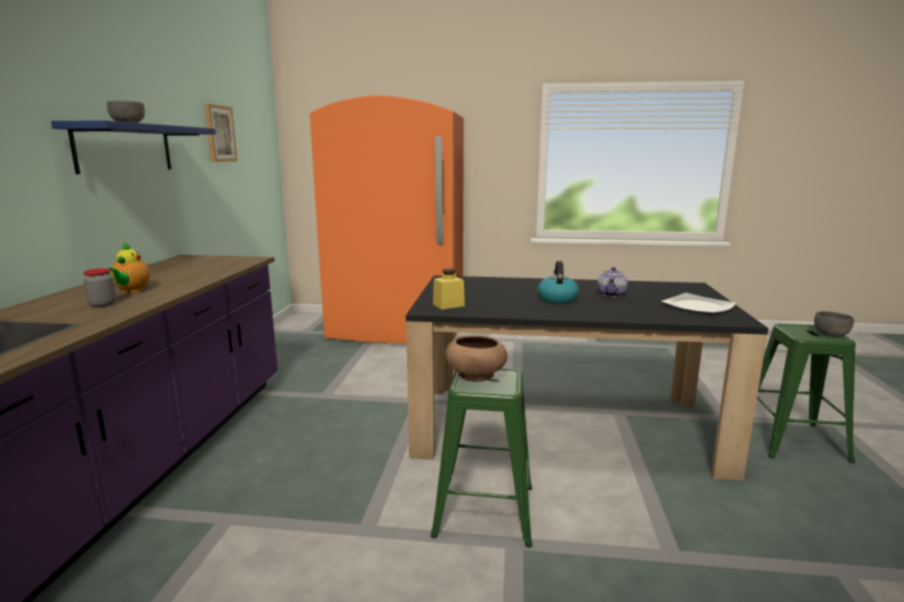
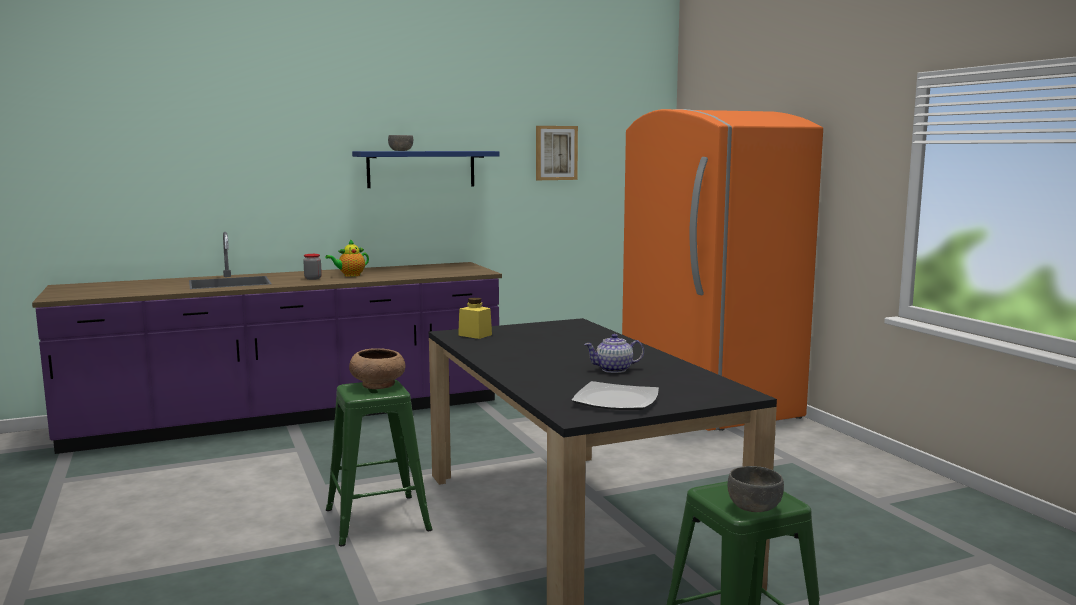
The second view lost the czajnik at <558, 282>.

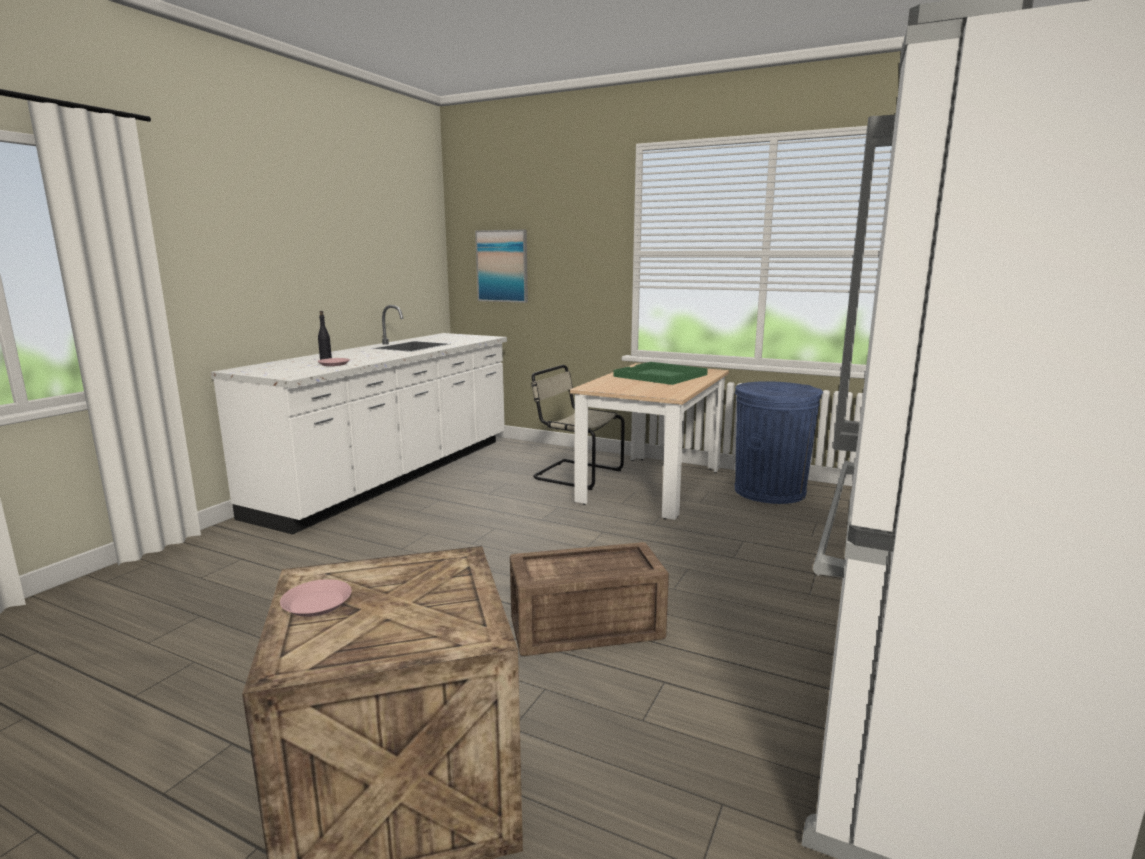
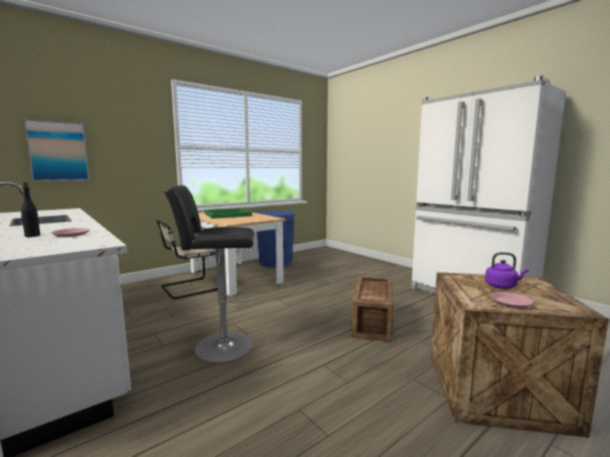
The second view gained the stołek [czarny] at <209, 274>.
The second view gained the czajnik [fioletowy] at <506, 270>.

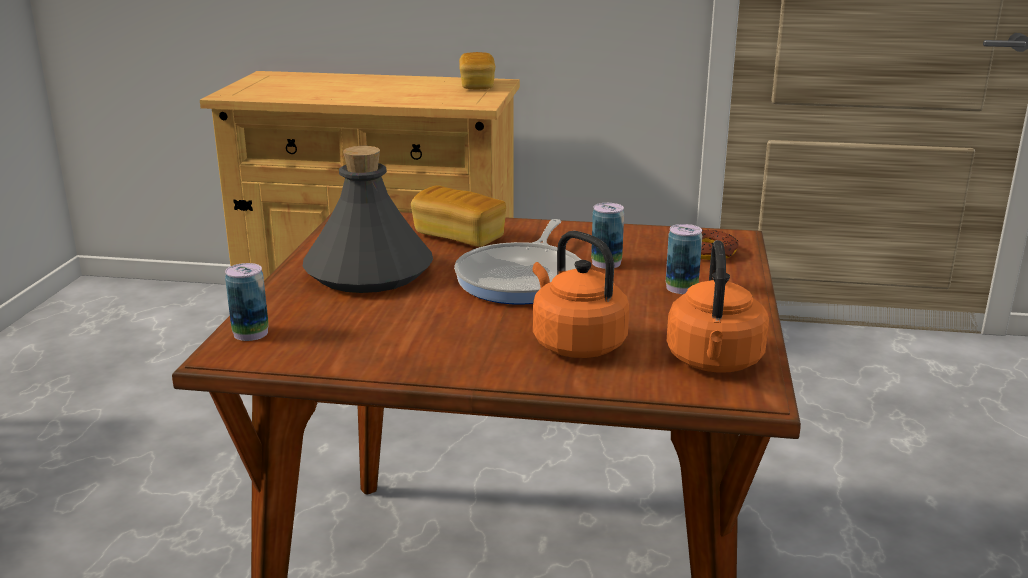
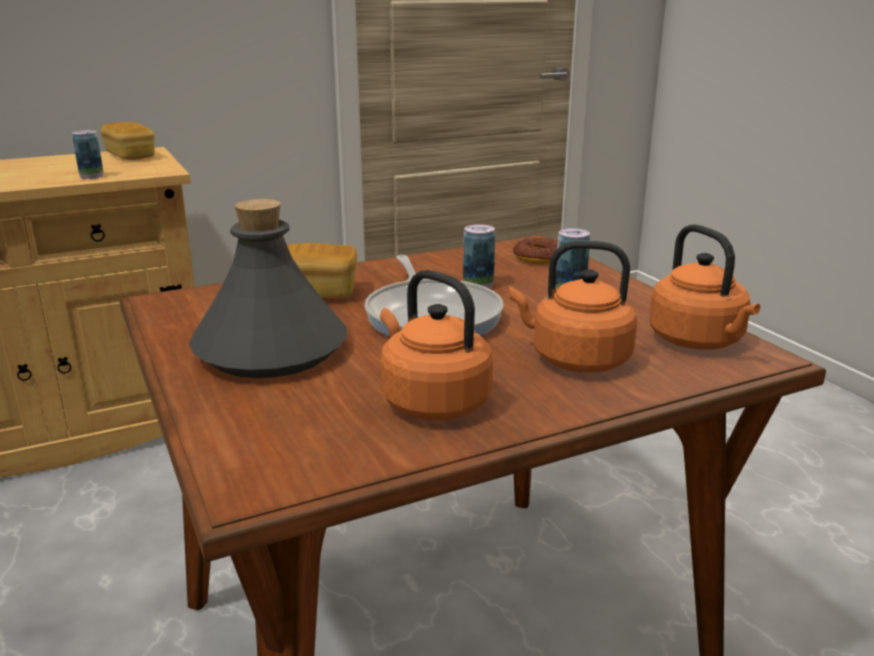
The puszka ended up elsewhere, having gone from <247, 302> to <87, 154>.
The second view gained the czajnik [pomarańczowy] at <436, 345>.

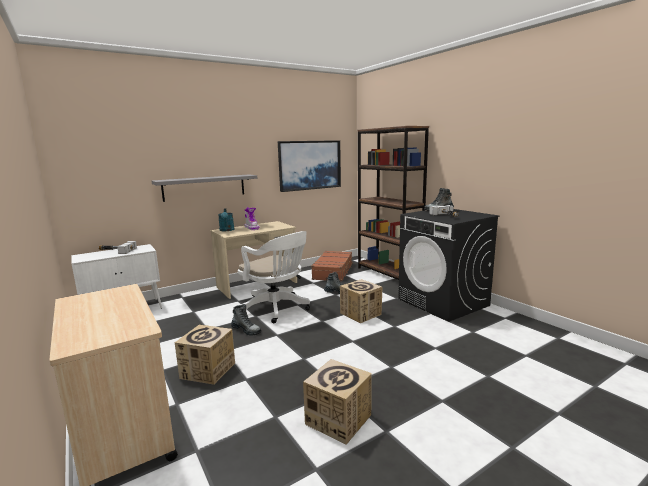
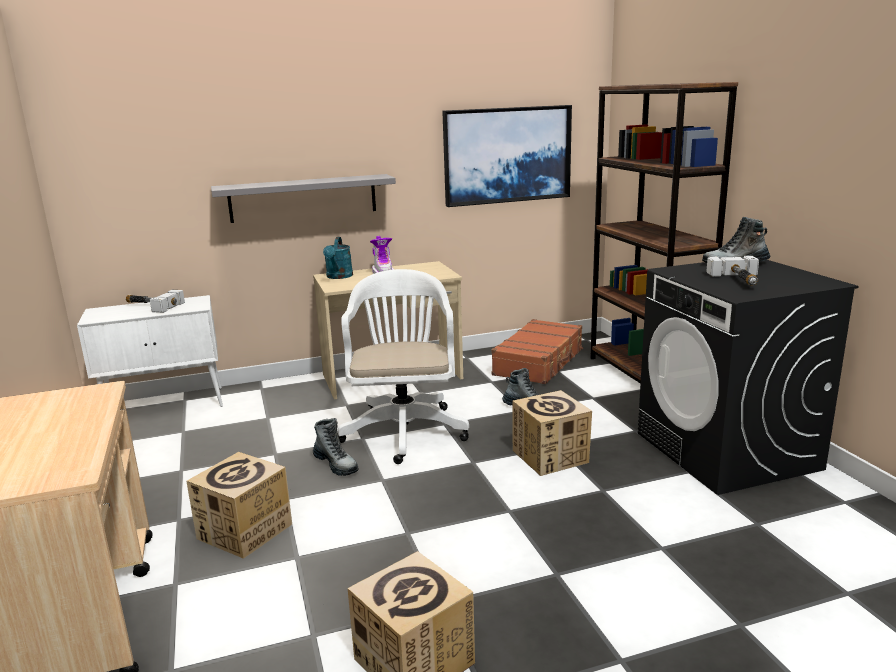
The krzesło biurowe [biały] at <274, 277> ended up facing another way, 150 degrees counterclockwise from before.

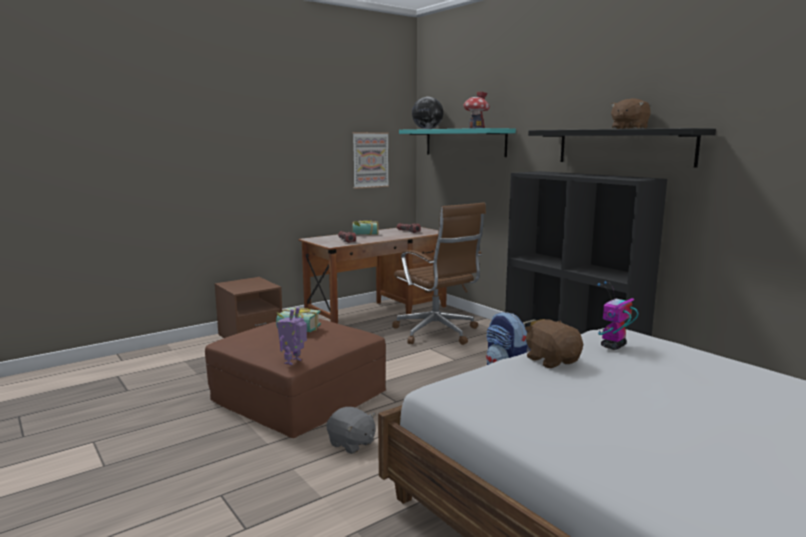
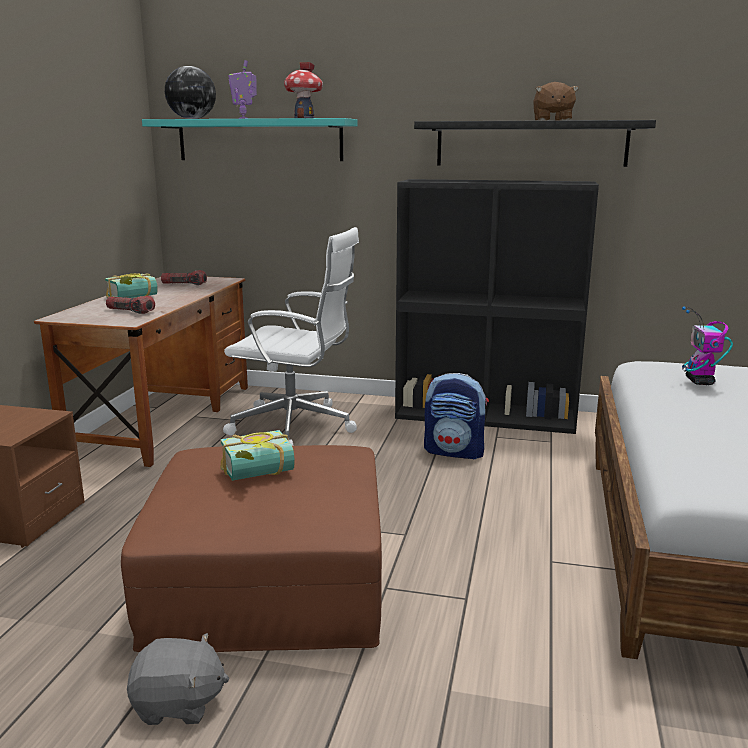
The pluszak [szary] ended up elsewhere, having gone from <350, 430> to <178, 679>.
What was the krzesło biurowe [brązowy] at <439, 274> turned into the krzesło biurowe [biały] at <291, 336>.
The robot zabawkowy ended up elsewhere, having gone from <292, 336> to <242, 89>.
The second view lost the obraz at <371, 160>.
The second view lost the pluszak [brązowy] at <554, 343>.

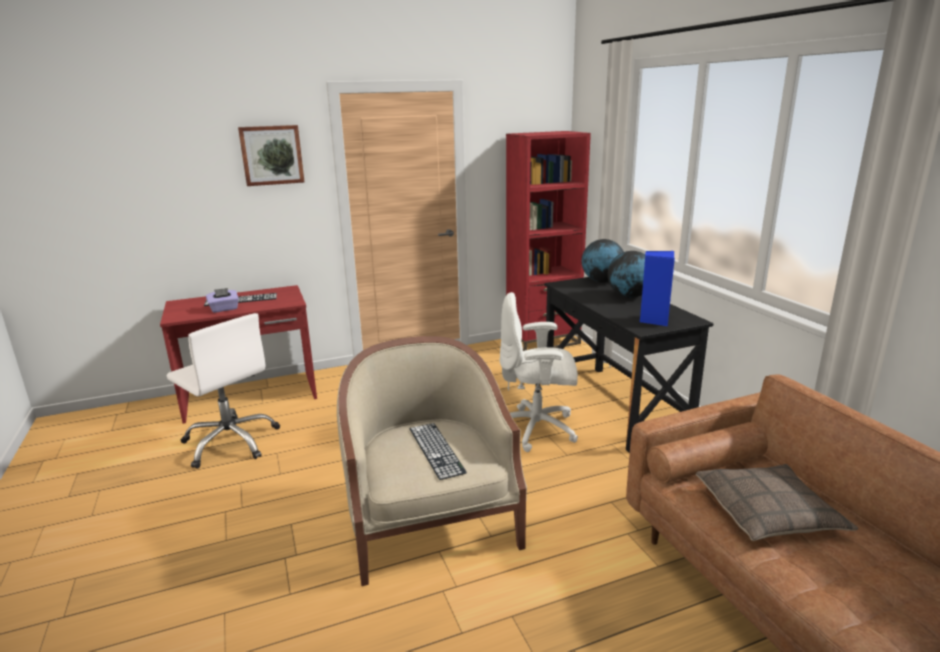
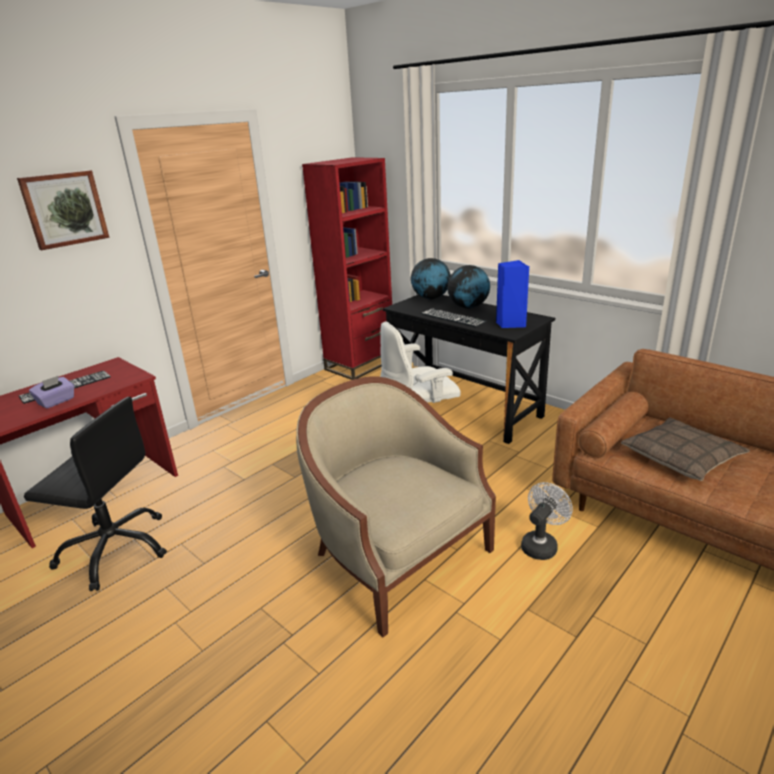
What was the krzesło biurowe [biały] at <223, 391> turned into the krzesło biurowe [czarny] at <95, 494>.
The klawiatura ended up elsewhere, having gone from <438, 451> to <454, 317>.
The second view gained the wentylator [biały] at <547, 521>.

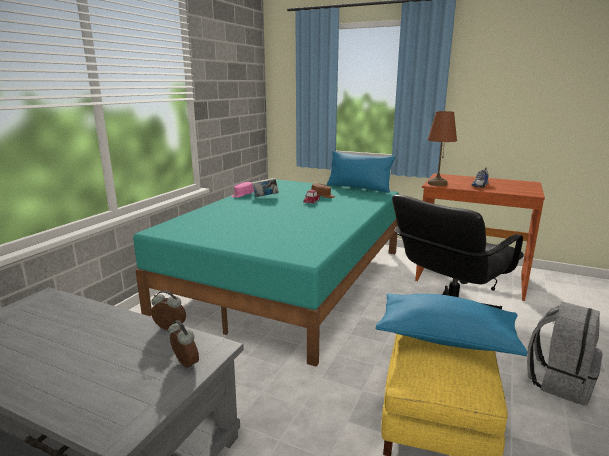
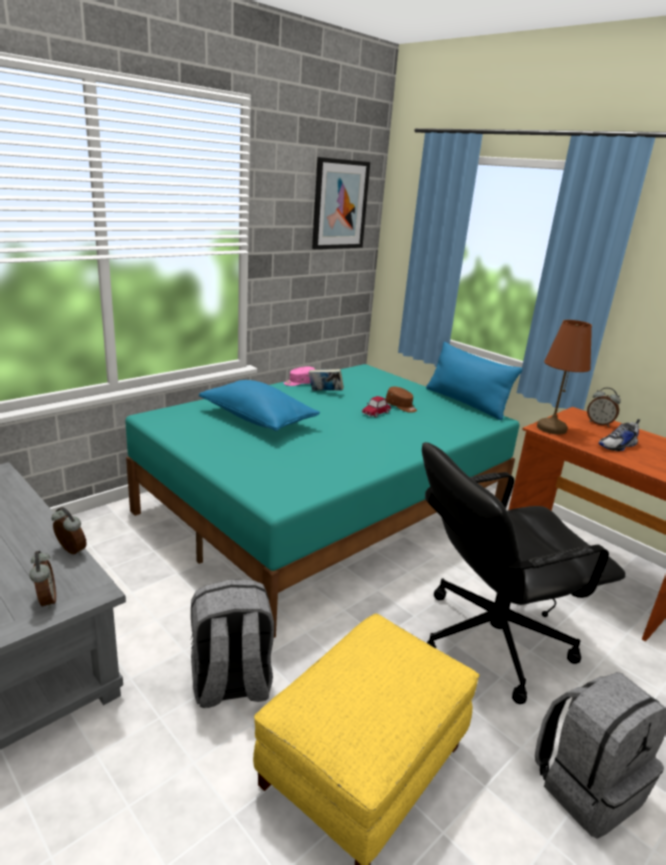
The second view gained the plecak [szary] at <232, 644>.
The poduszka [niebieski] ended up elsewhere, having gone from <451, 325> to <259, 405>.
The second view gained the obraz at <341, 203>.
The second view gained the budzik at <604, 407>.

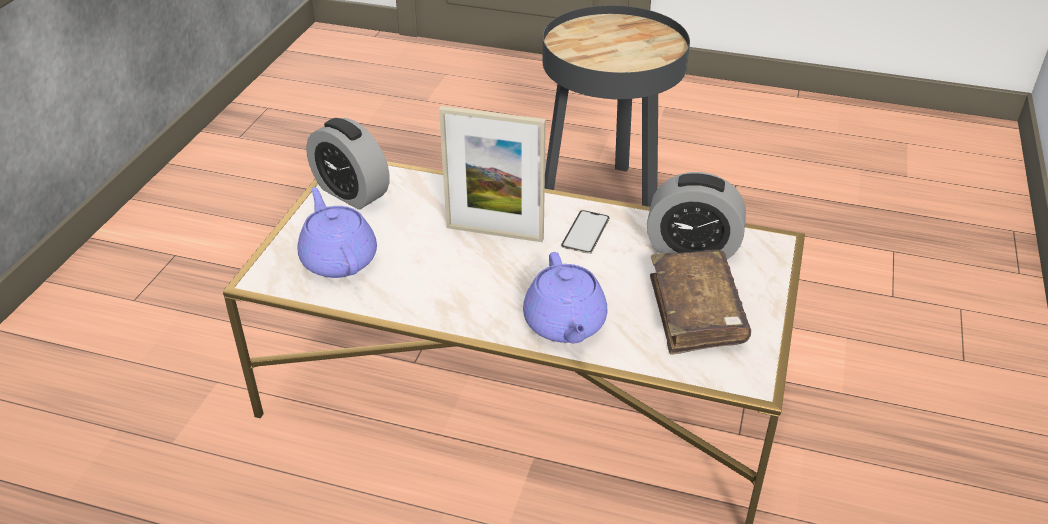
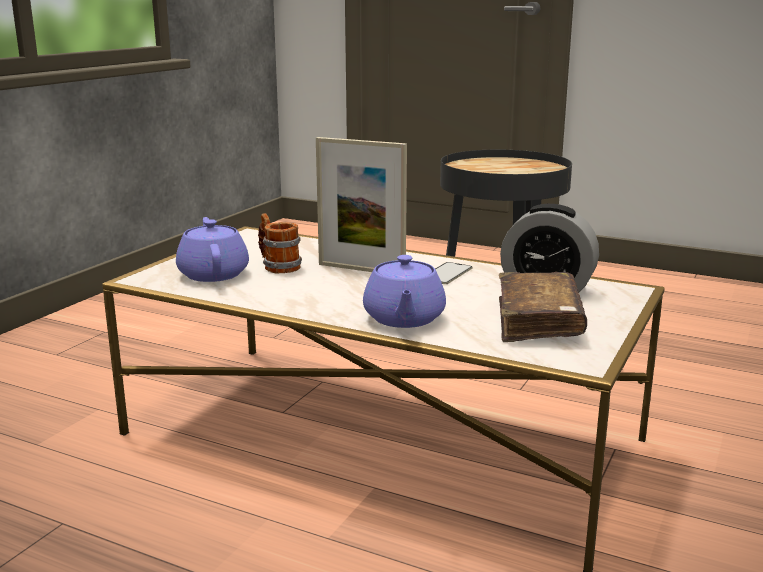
The second view gained the kubek at <280, 243>.
The second view lost the budzik at <348, 164>.

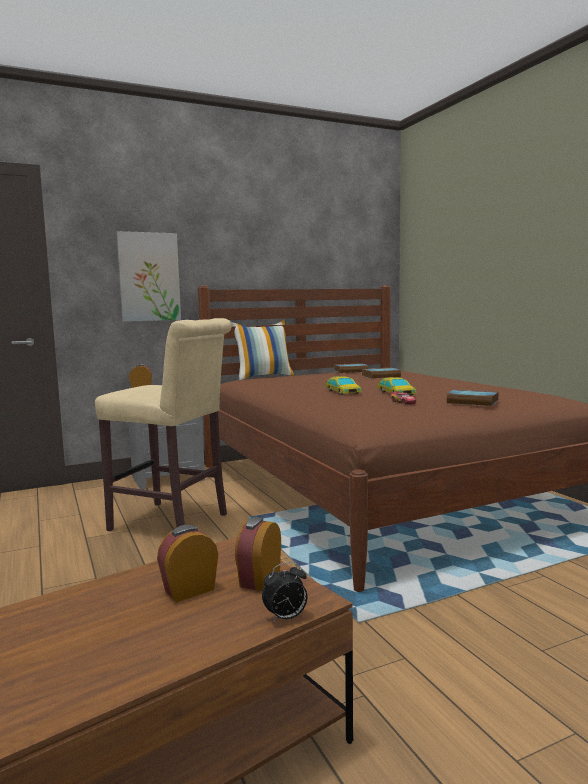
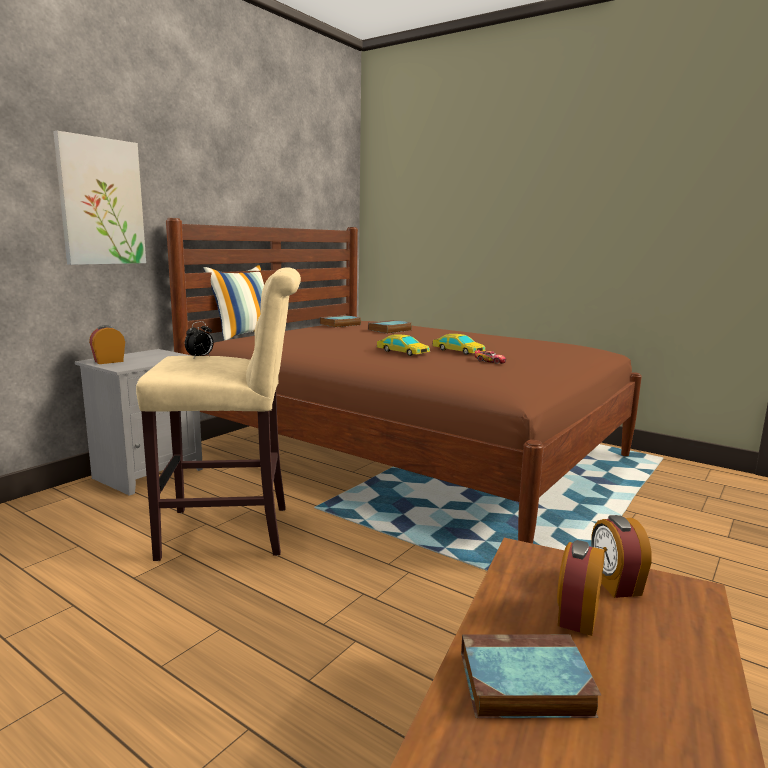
The budzik ended up elsewhere, having gone from <284, 592> to <199, 339>.
The książka ended up elsewhere, having gone from <472, 397> to <531, 676>.

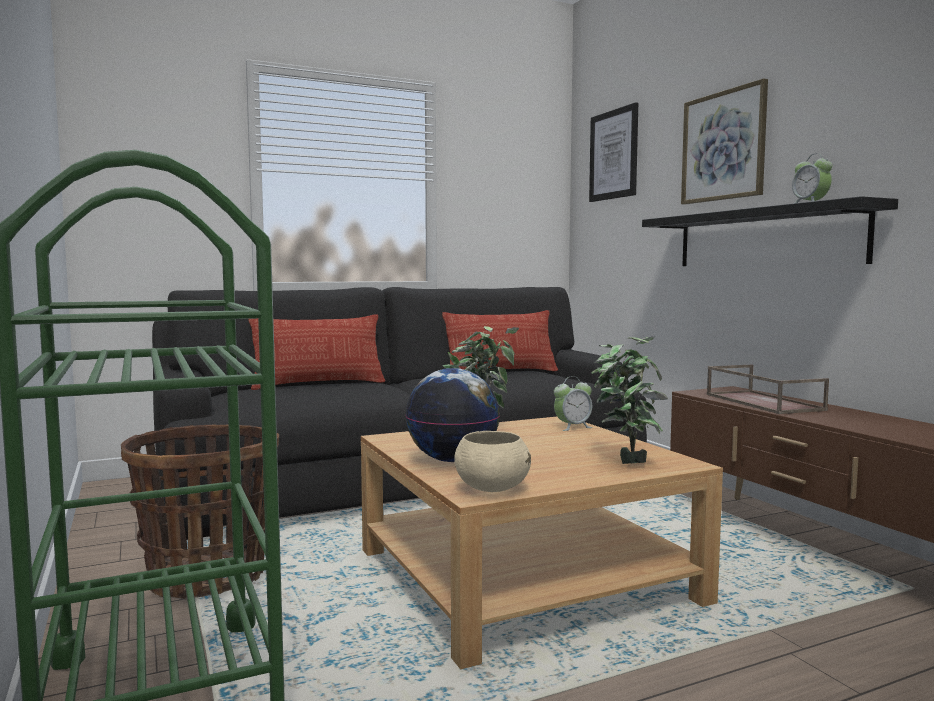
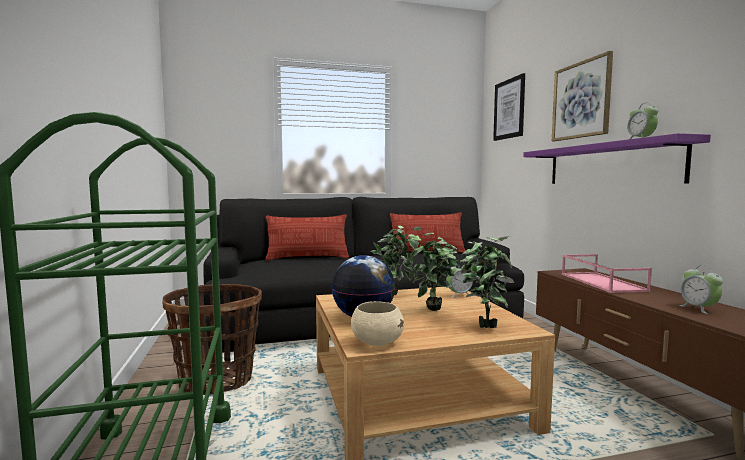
The second view gained the roślina doniczkowa at <434, 272>.
What was the półka [czarny] at <770, 231> turned into the półka [fioletowy] at <617, 158>.
What was the taca [brązowy] at <768, 389> turned into the taca [różowy] at <607, 273>.
The second view gained the budzik at <701, 289>.

